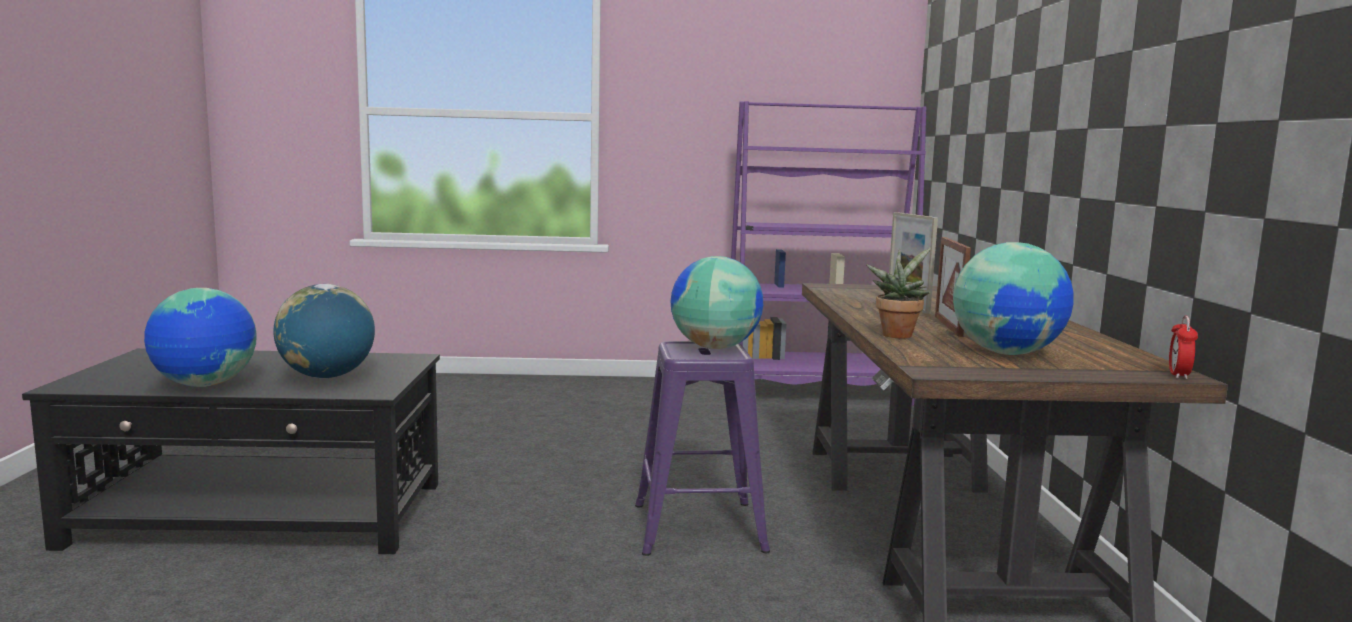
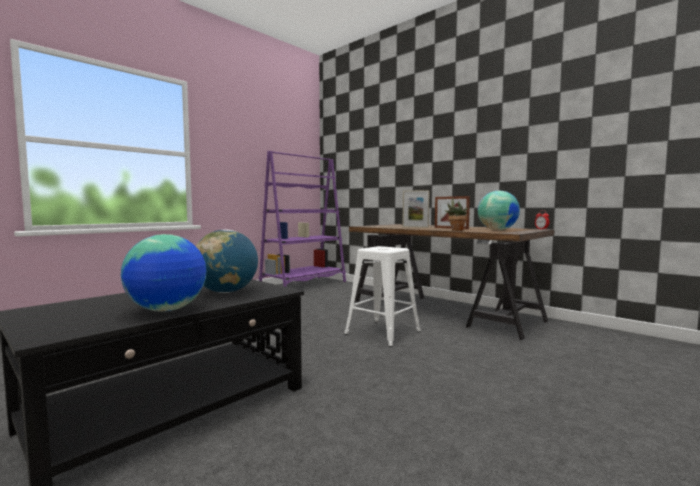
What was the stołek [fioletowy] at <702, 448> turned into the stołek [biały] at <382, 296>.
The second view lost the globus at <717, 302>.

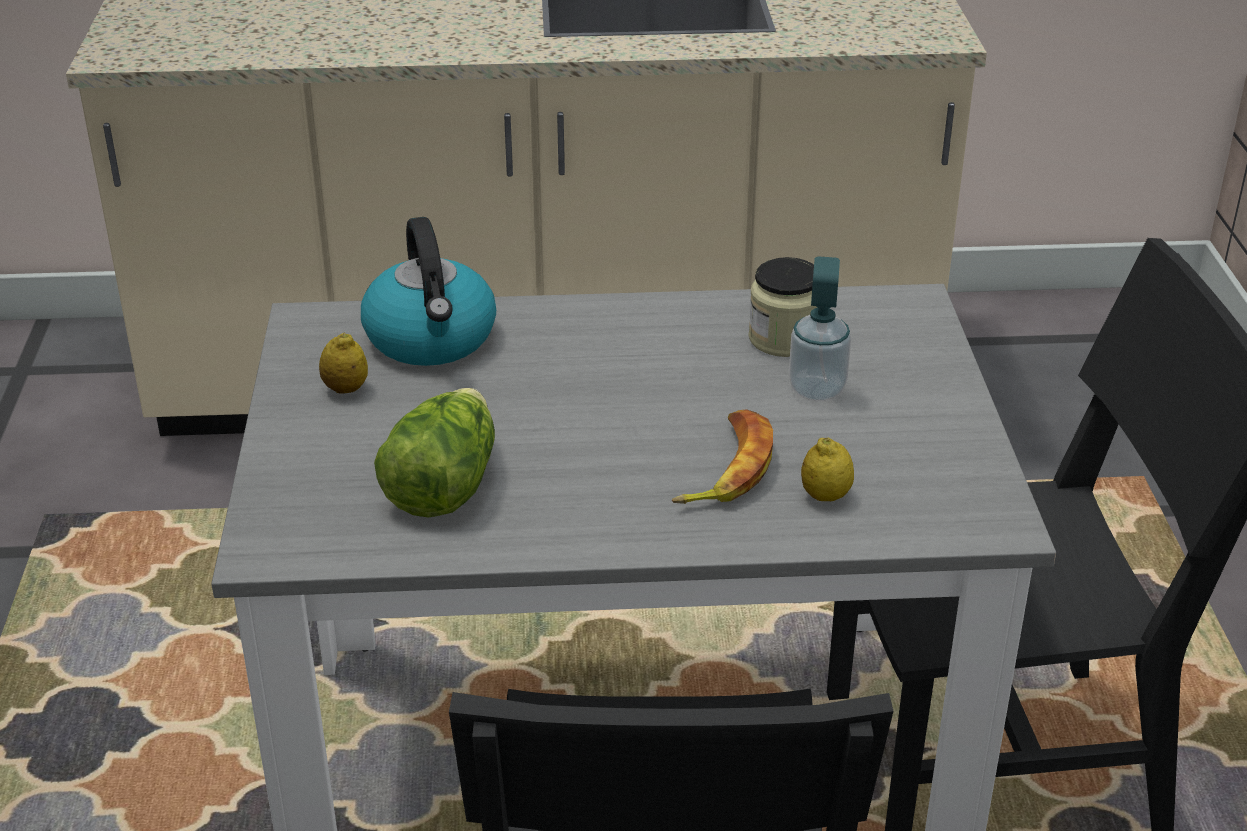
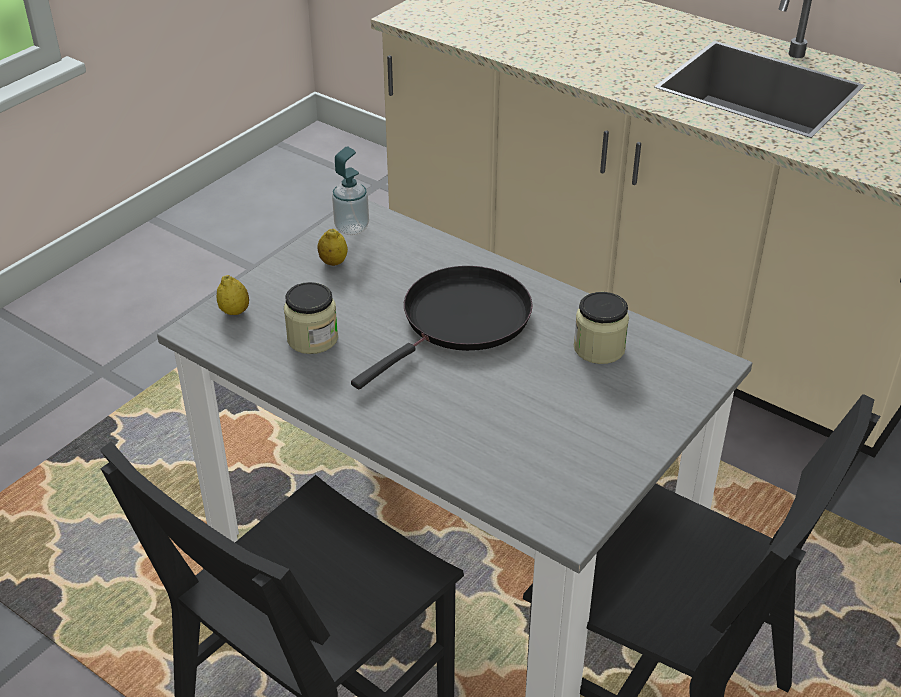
The cytryna ended up elsewhere, having gone from <827, 469> to <233, 295>.
Where the sałata stood at <434, 452>, the słoik came to stand at <311, 318>.
The dozownik mydła ended up elsewhere, having gone from <820, 329> to <350, 190>.
The second view gained the patelnia [czarny] at <442, 327>.
The second view lost the czajnik at <428, 291>.
The second view lost the banan at <722, 456>.

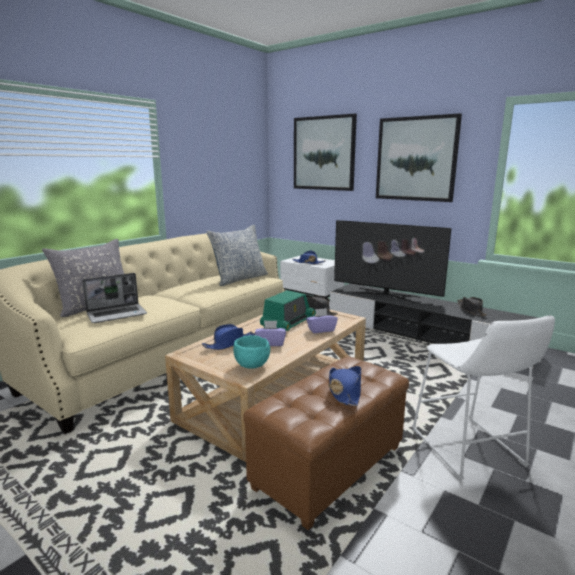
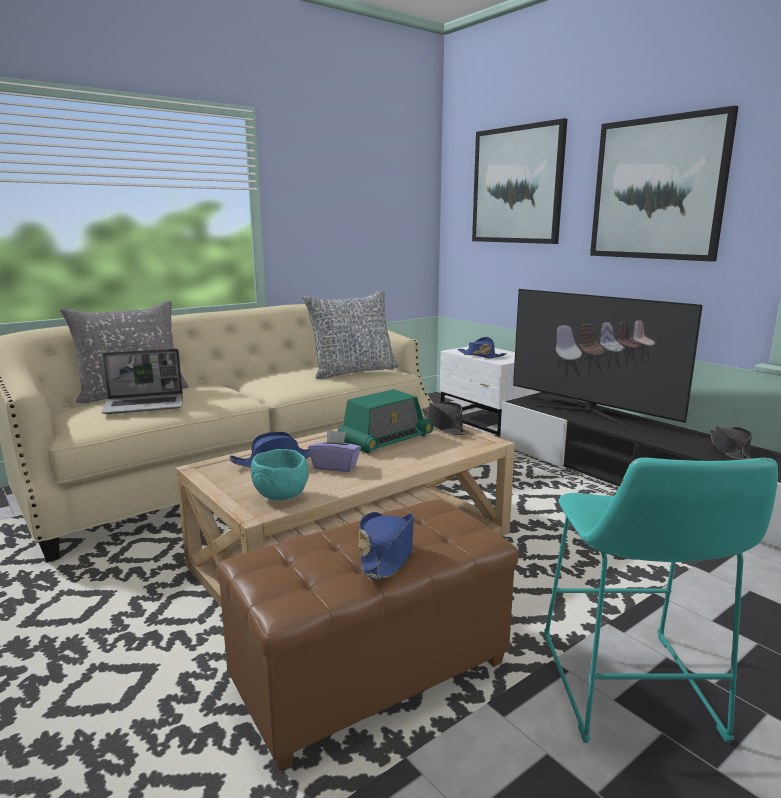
What was the stołek [biały] at <483, 398> turned into the stołek [turkusowy] at <661, 600>.
The second view lost the pudełko chusteczek [fioletowy] at <322, 320>.

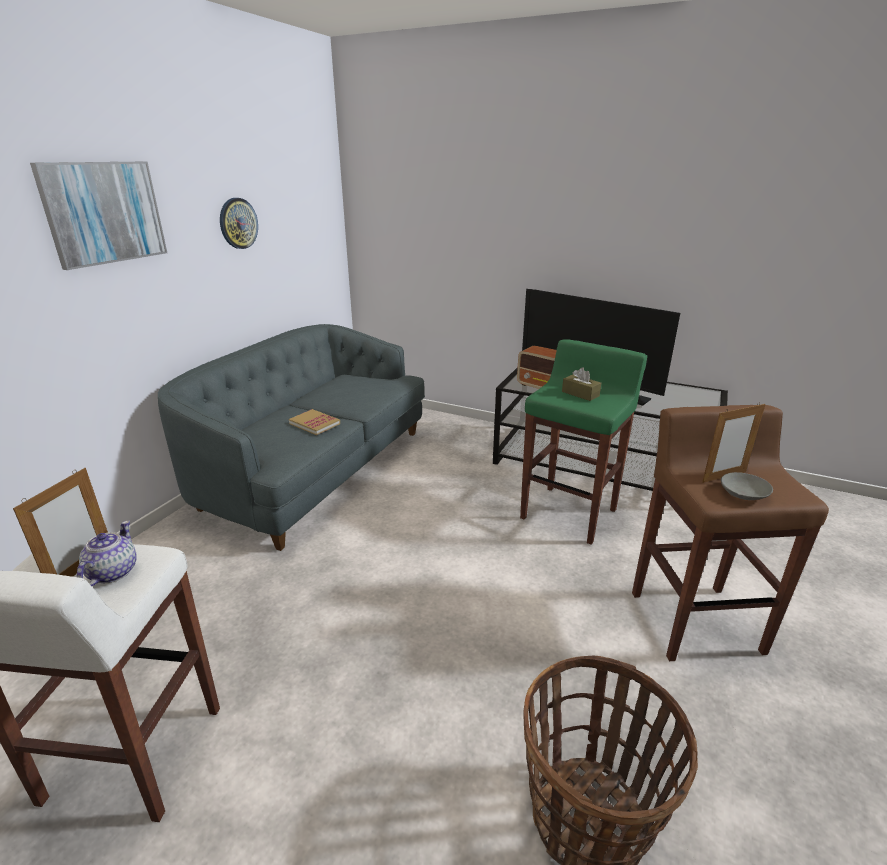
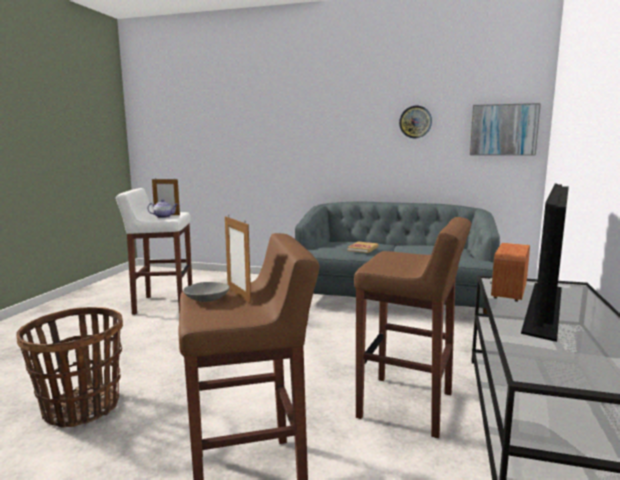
What was the stołek [zielony] at <584, 442> turned into the stołek [brązowy] at <412, 327>.
The obraz ended up elsewhere, having gone from <98, 216> to <505, 129>.
The second view lost the pudełko chusteczek [brązowy] at <581, 384>.

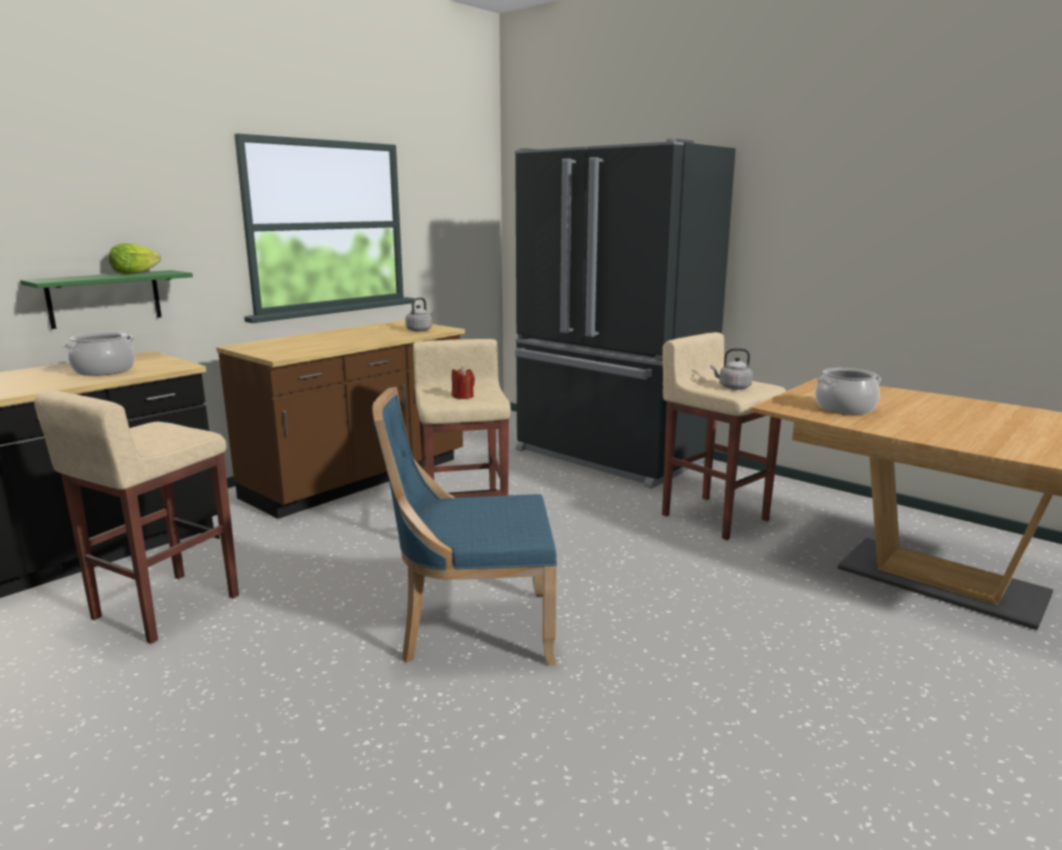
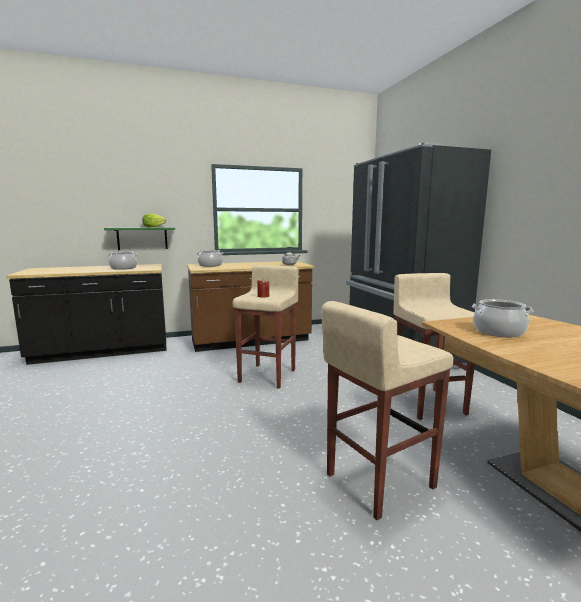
The second view gained the garnek at <210, 258>.
The stołek [beżowy] ended up elsewhere, having gone from <136, 517> to <387, 410>.
The second view lost the krzesło [niebieski] at <464, 526>.
The second view lost the czajnik [szary] at <731, 369>.

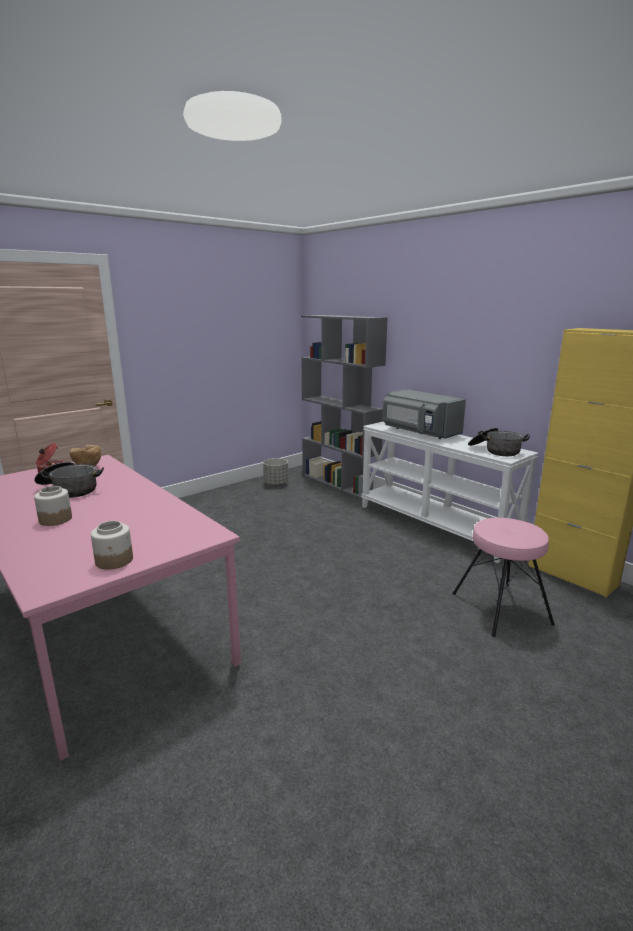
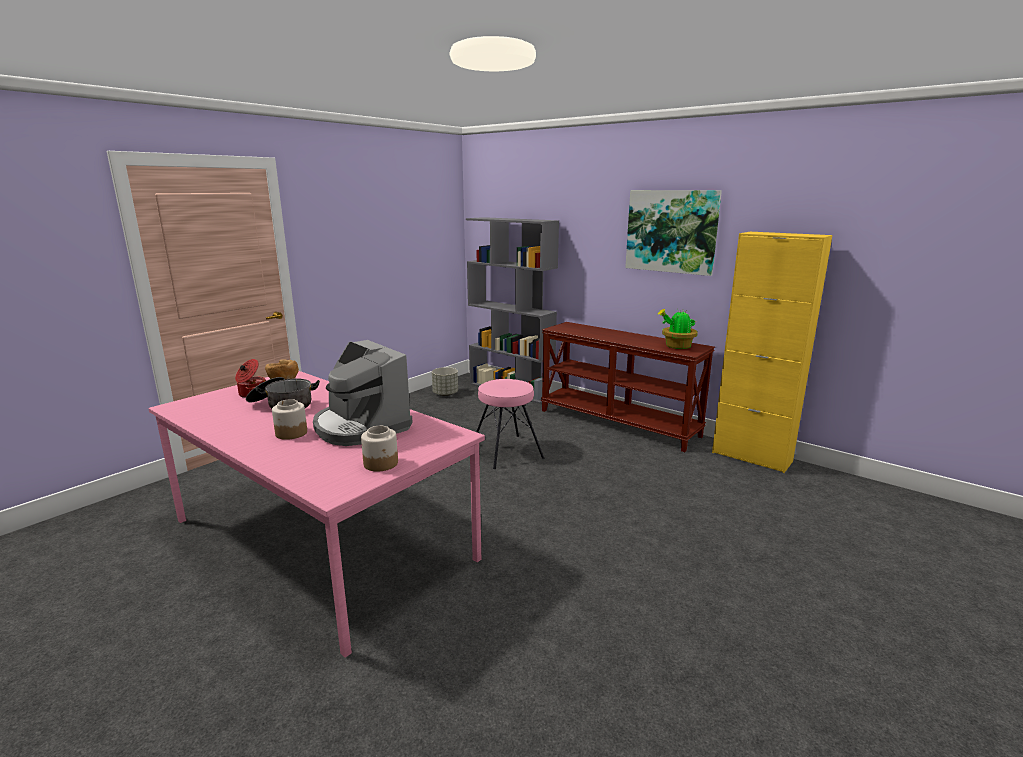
The second view gained the ekspres do kawy at <363, 393>.
The stołek [różowy] ended up elsewhere, having gone from <503, 577> to <510, 424>.
What was the stolik konsolowy [biały] at <449, 492> turned into the stolik konsolowy [brązowy] at <628, 387>.
The second view gained the obraz at <673, 233>.
Where the garnek stood at <499, 442>, the roślina doniczkowa came to stand at <678, 329>.
The second view lost the mikrofalówka [szary] at <424, 414>.

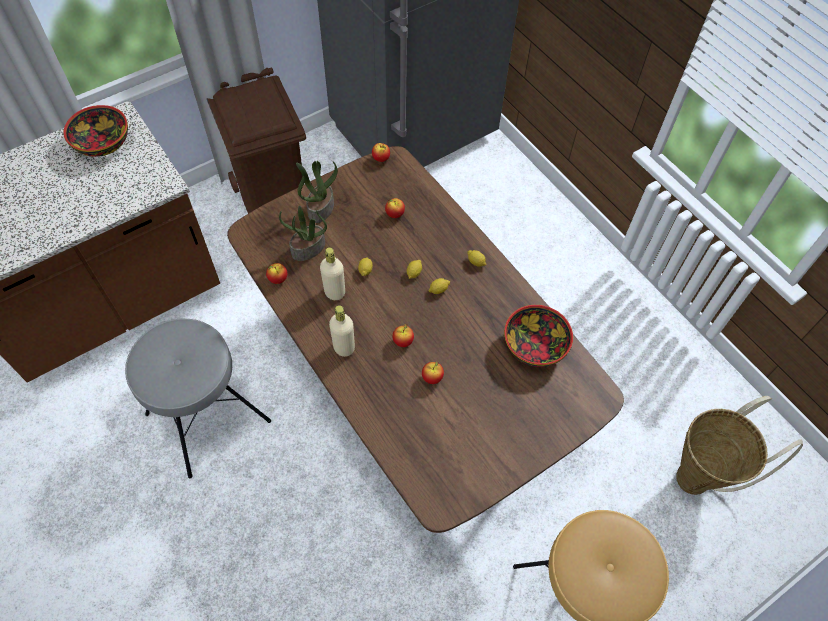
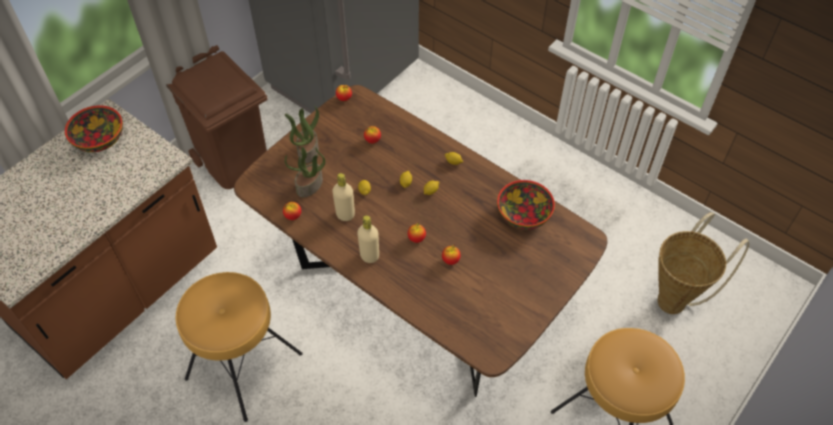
What was the stołek [szary] at <198, 398> turned into the stołek [brązowy] at <239, 347>.

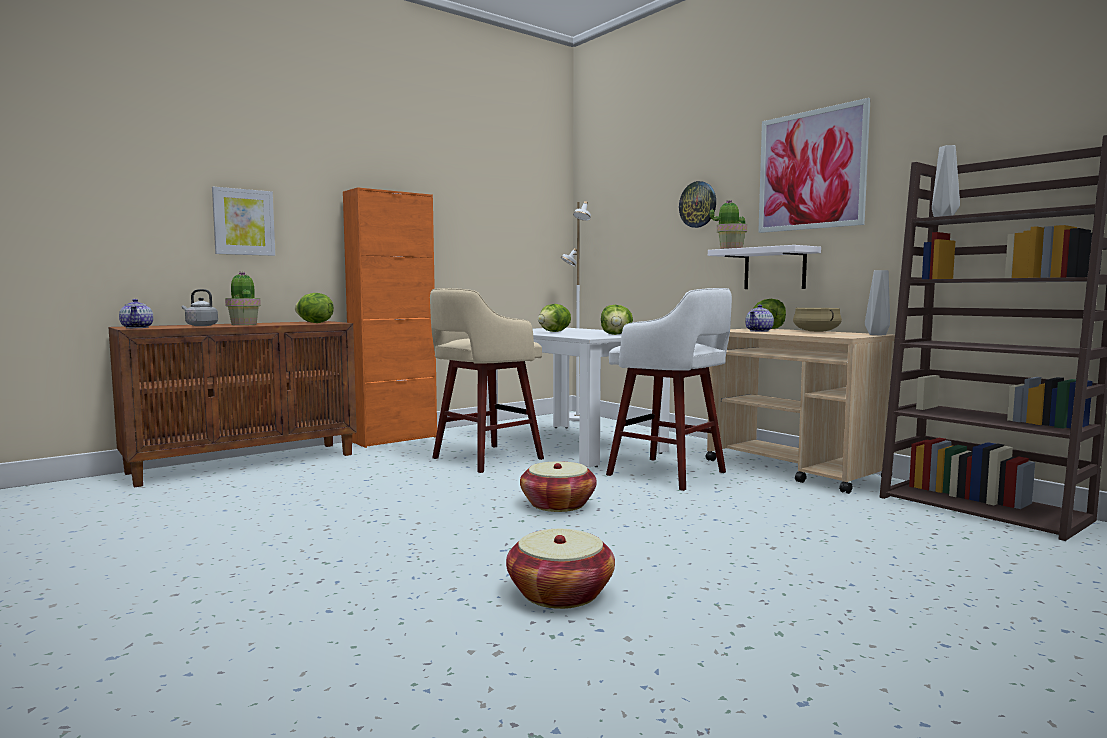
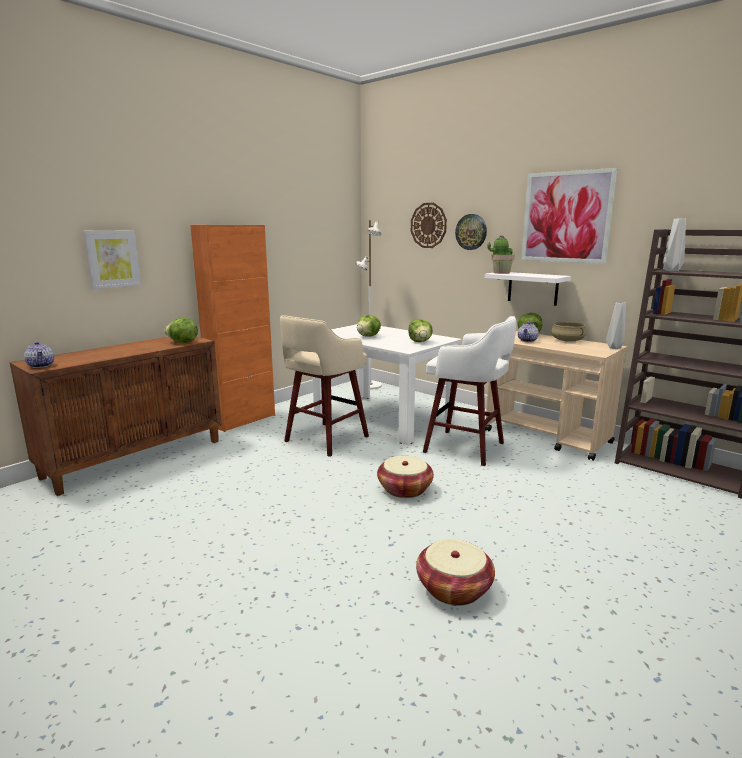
The second view gained the zegar ścienny at <429, 225>.
The second view lost the czajnik [szary] at <200, 307>.
The second view lost the roślina doniczkowa at <243, 298>.

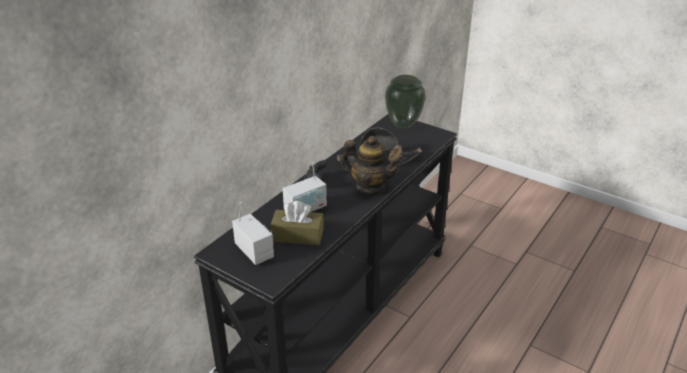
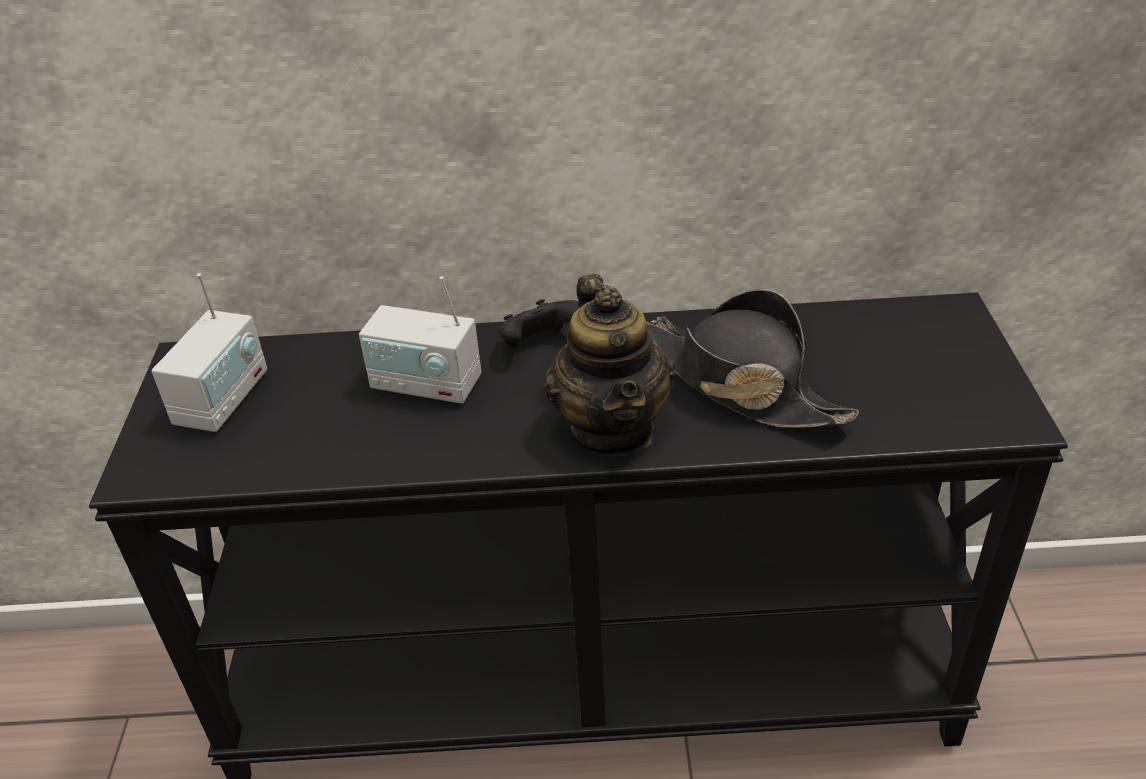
The second view lost the pudełko chusteczek [brązowy] at <297, 223>.
The second view lost the wazon at <405, 102>.

